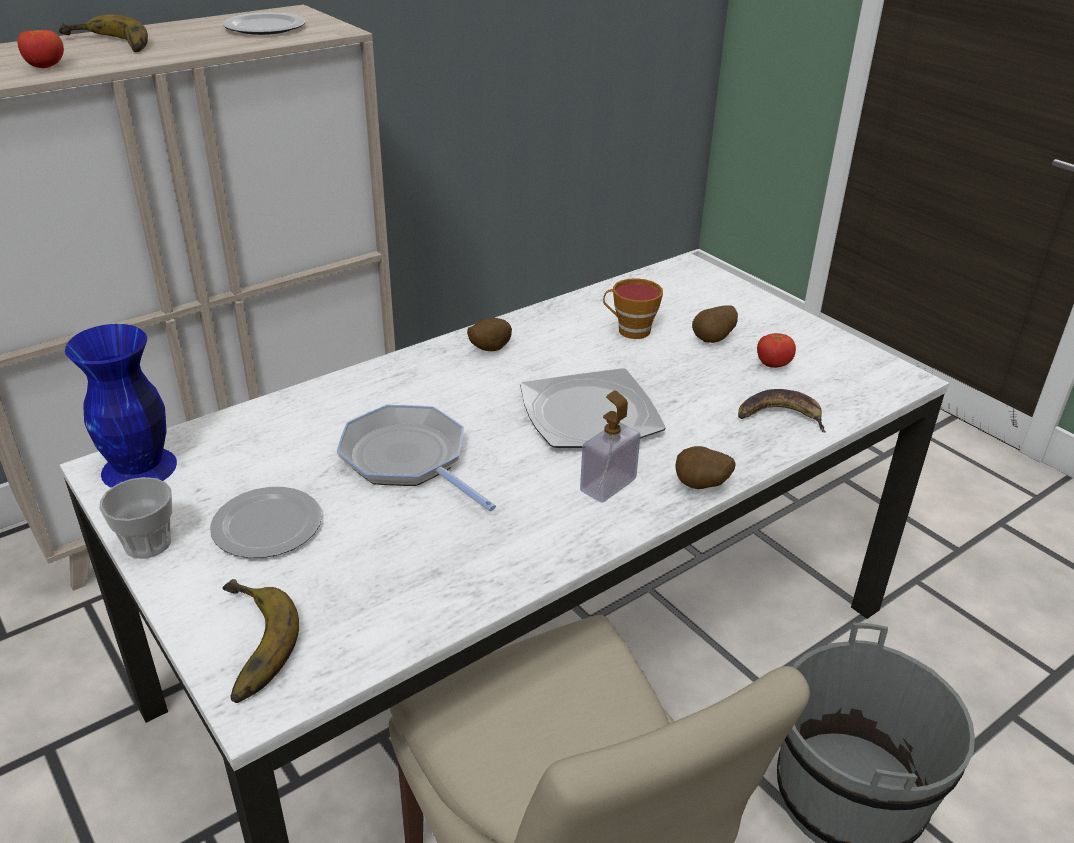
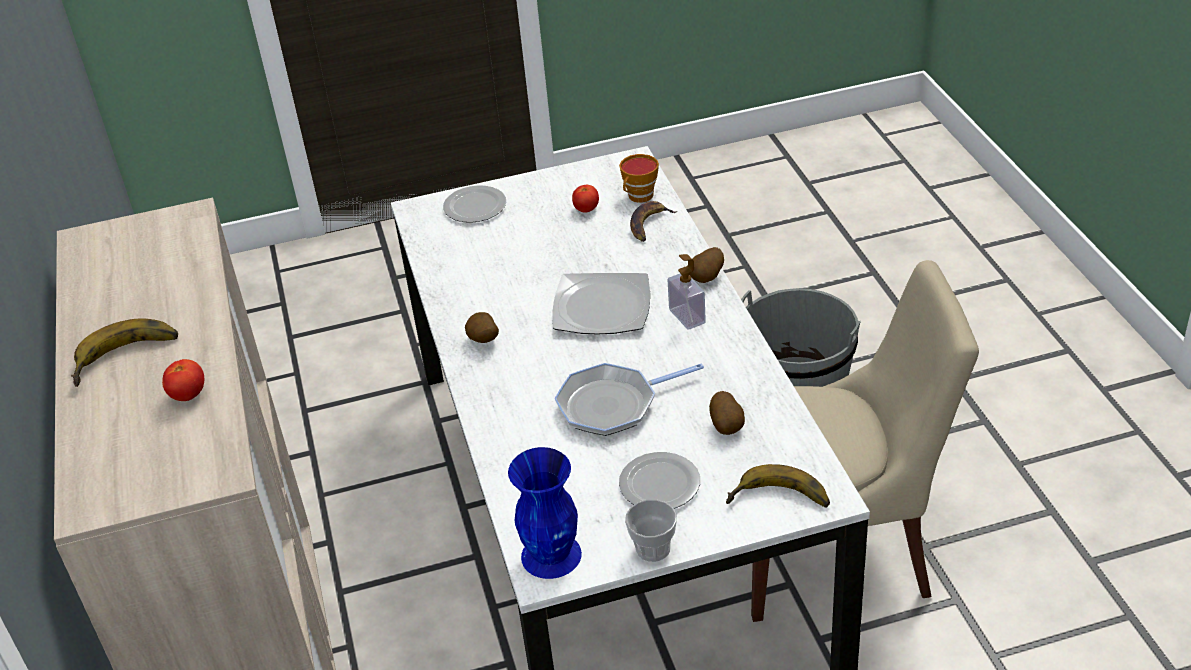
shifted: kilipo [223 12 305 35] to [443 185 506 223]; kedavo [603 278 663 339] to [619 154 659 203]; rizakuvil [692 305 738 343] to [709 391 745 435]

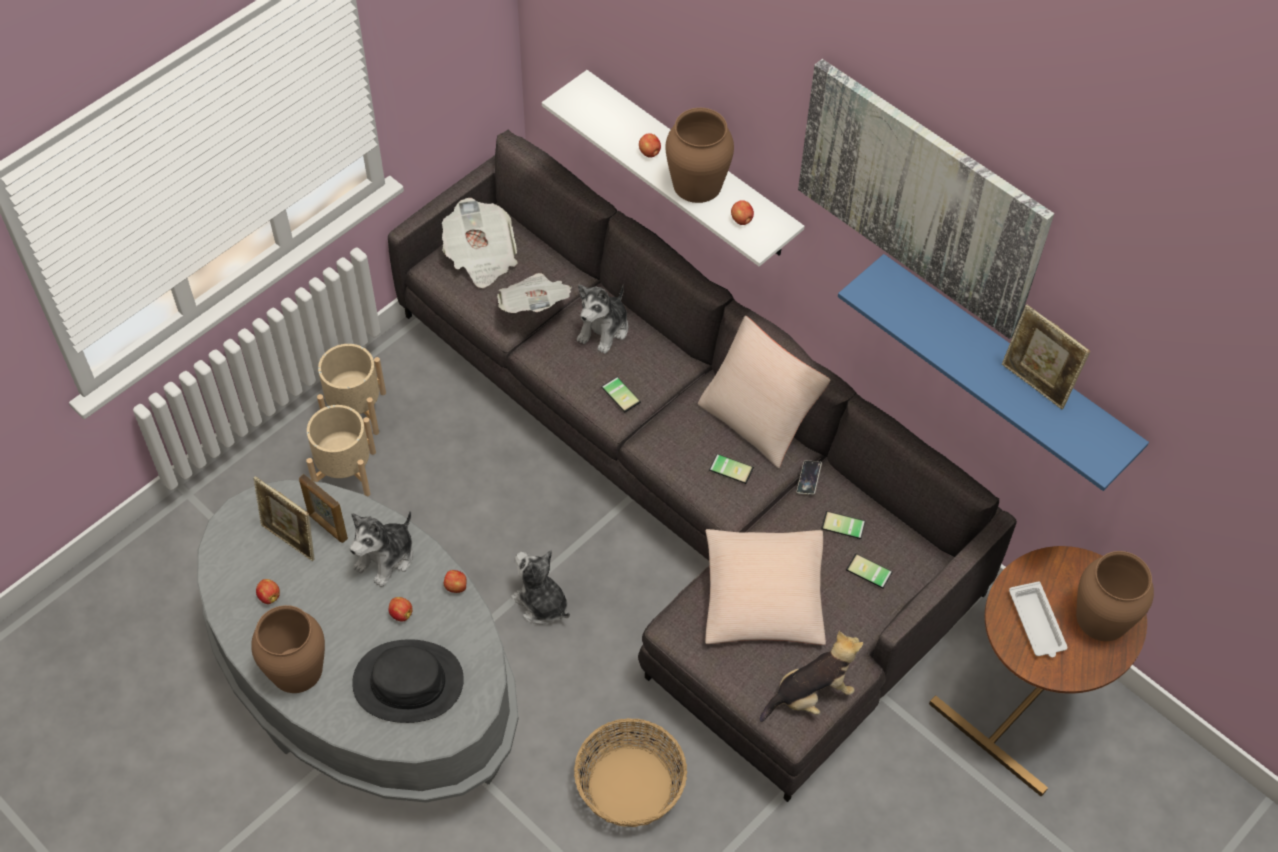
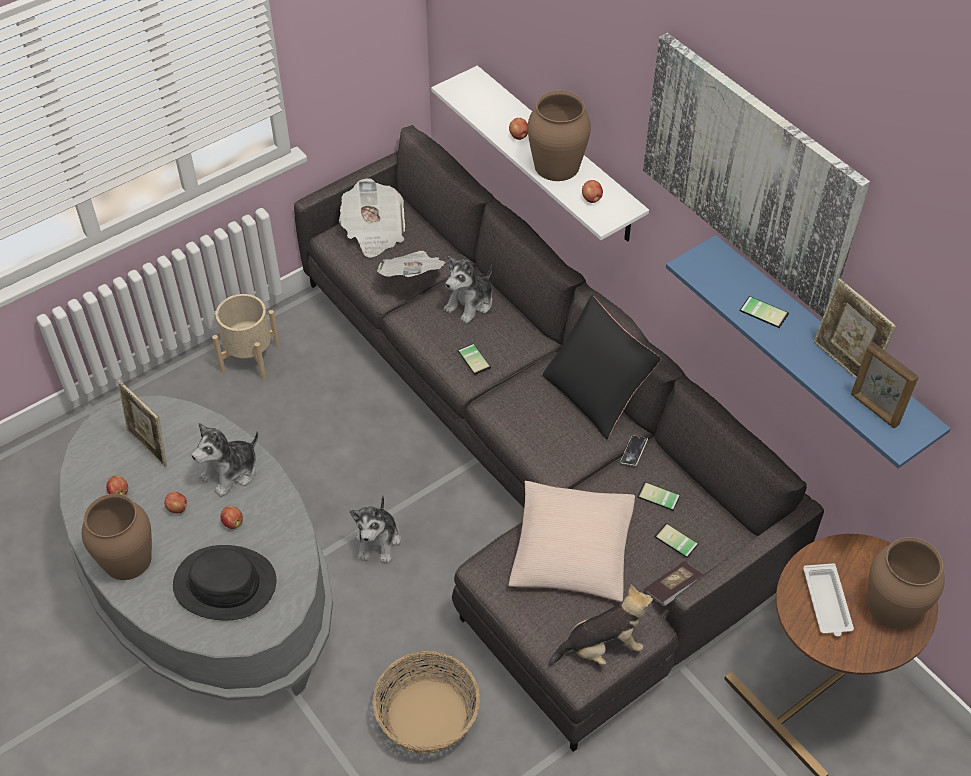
gone: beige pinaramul [306 405 376 496]
new: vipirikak [644 561 703 606]
shifted: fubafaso [299 474 348 543] to [851 342 919 428]; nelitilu [444 570 466 593] to [164 492 187 514]; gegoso [709 454 754 484] to [740 296 789 328]
repainted: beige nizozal [698 316 831 468] to black nizozal [543 295 661 439]
rotated: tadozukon [511 550 570 625] = [350 495 401 563] 135 degrees counterclockwise

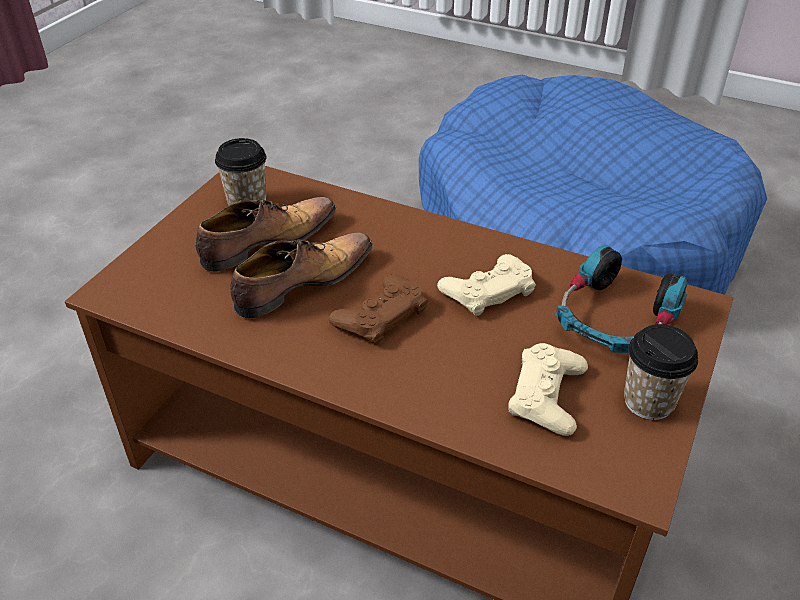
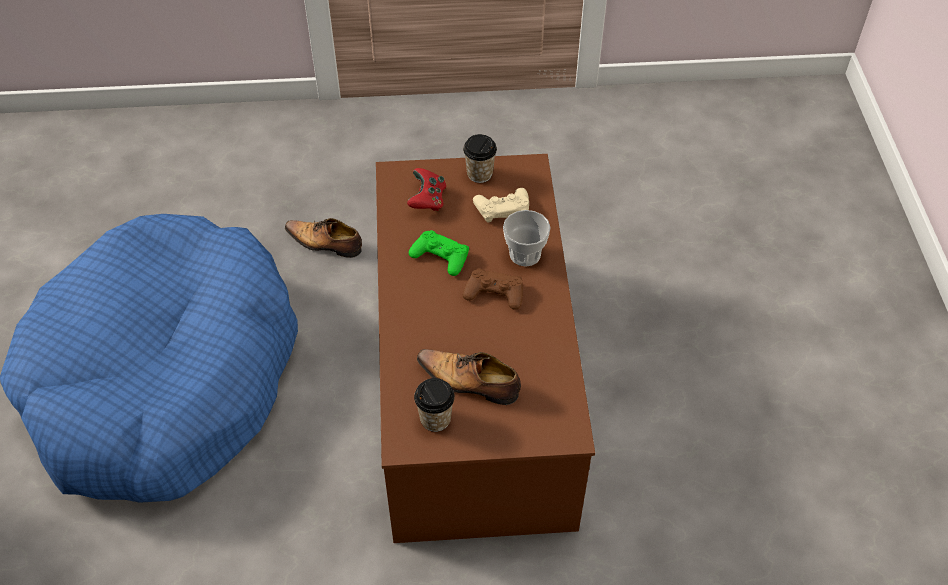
new: kedavo [503 210 551 266]
shifted: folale [230 233 373 318] to [285 218 362 258]
swapped: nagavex [556 245 688 353] to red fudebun [407 168 446 211]
repainted: beige fudebun [437 254 536 316] to green fudebun [409 230 469 276]

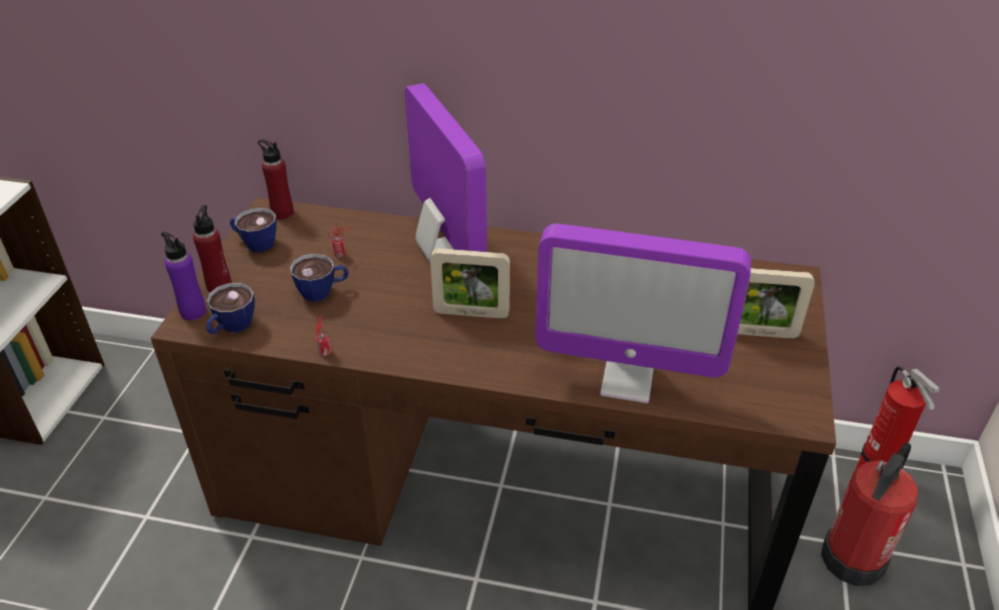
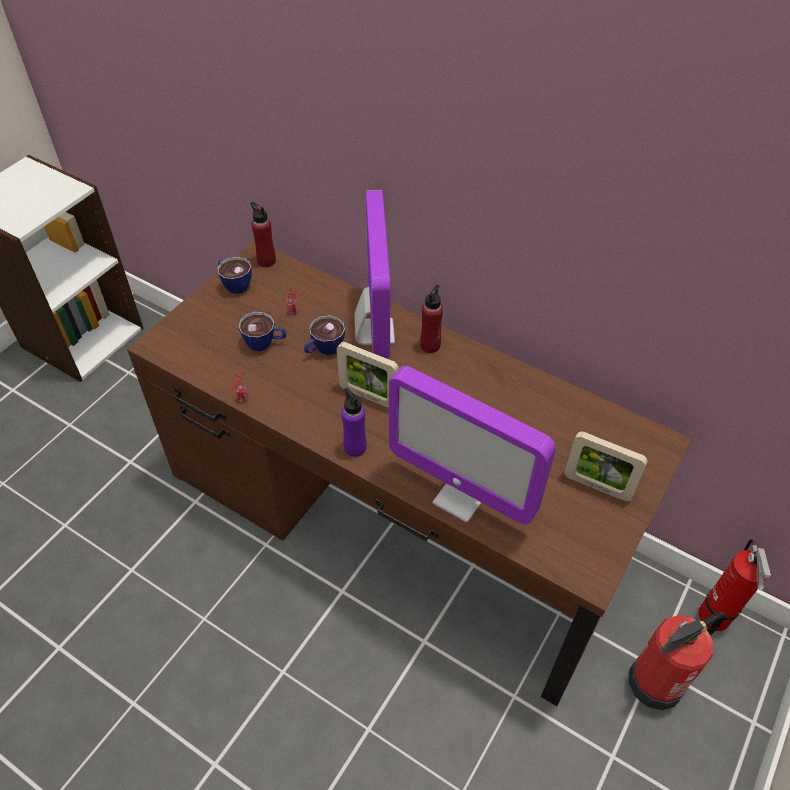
shifted: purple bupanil [161 232 206 320] to [341 388 366 457]; red bupanil [193 205 232 292] to [420 285 443 353]; kedavo [206 283 255 334] to [304 315 345 355]

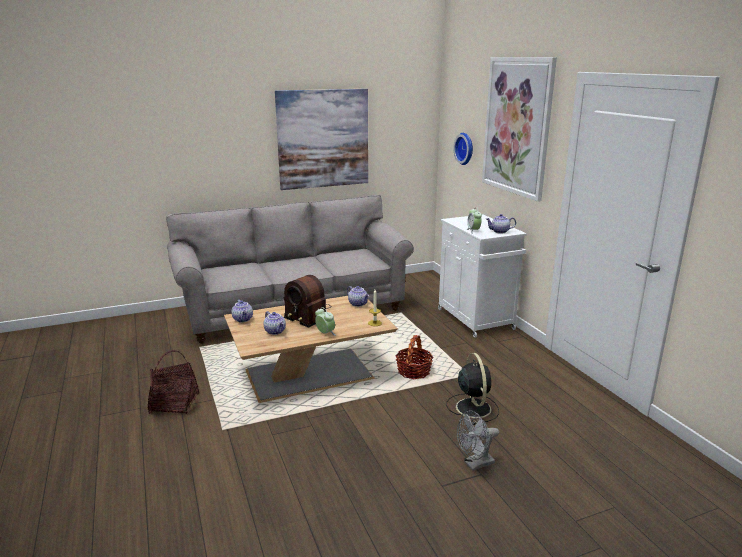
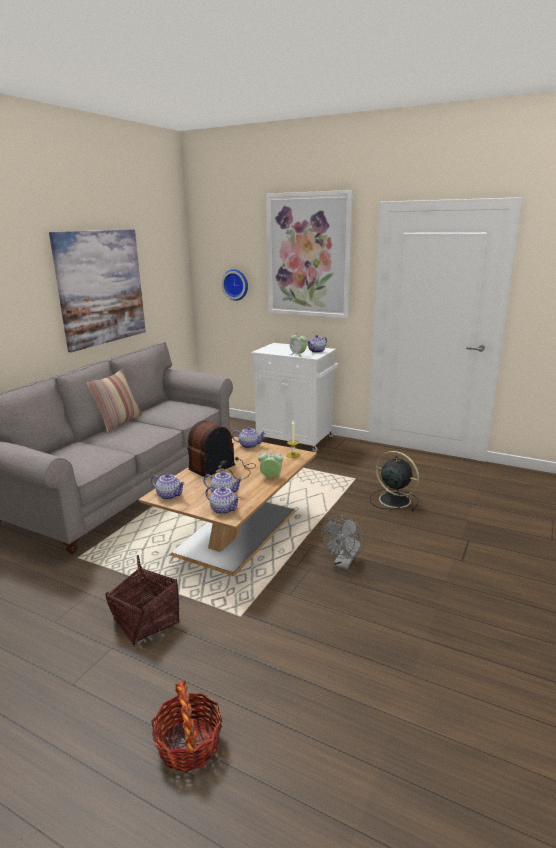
new: nizozal [87 369 142 433]; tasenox [206 487 241 514]
shifted: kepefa [396 335 434 379] to [151 680 222 773]; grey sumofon [457 410 499 471] to [321 515 364 570]
rotated: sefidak [284 275 331 328] = [187 420 256 480] 135 degrees clockwise

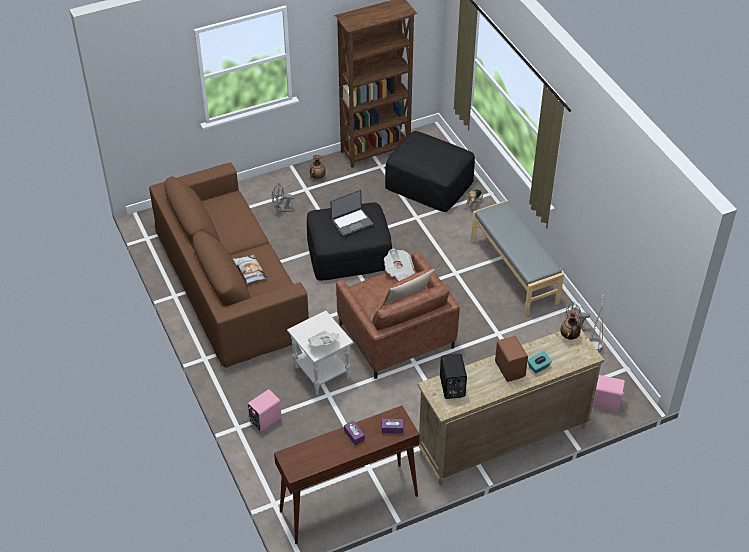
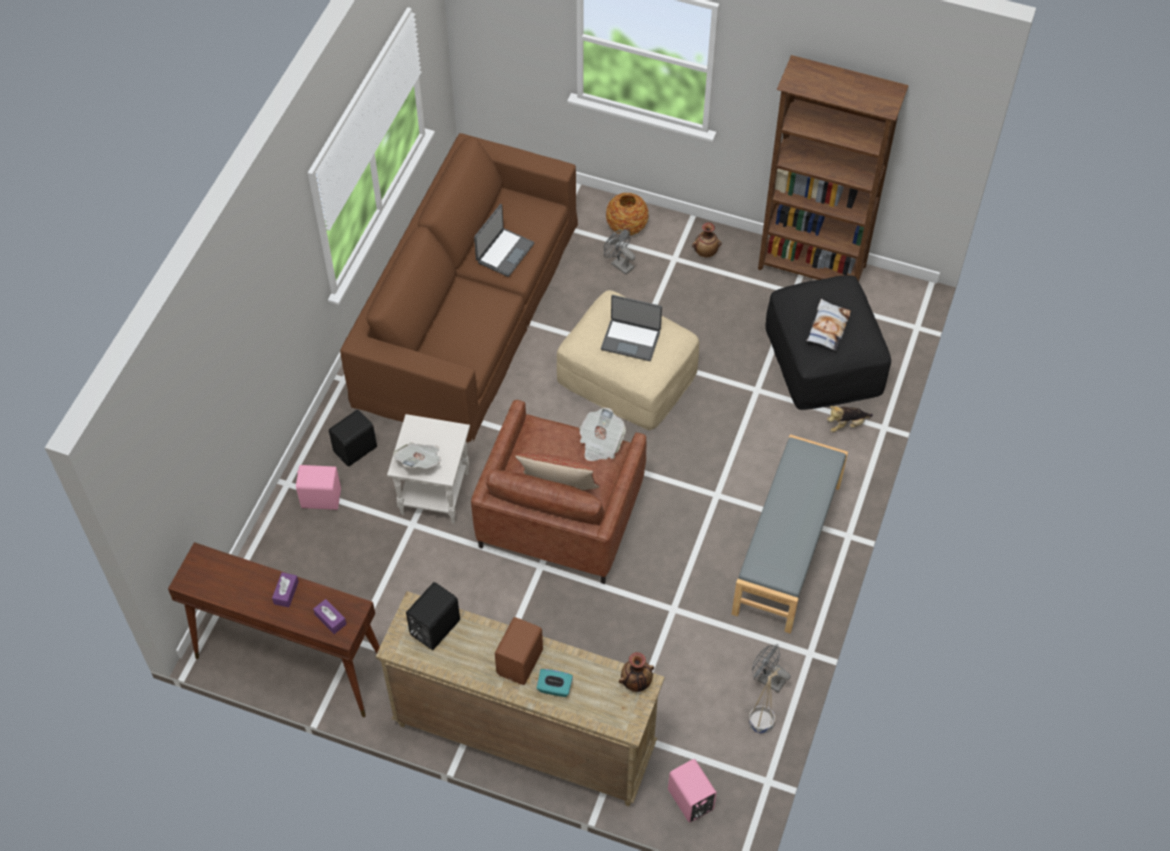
new: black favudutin [329 410 377 467]; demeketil [474 204 534 277]; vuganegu [606 193 649 235]
shifted: nizozal [233 255 267 284] to [806 299 851 351]
repainted: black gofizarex [307 203 392 281] to beige gofizarex [557 290 699 430]

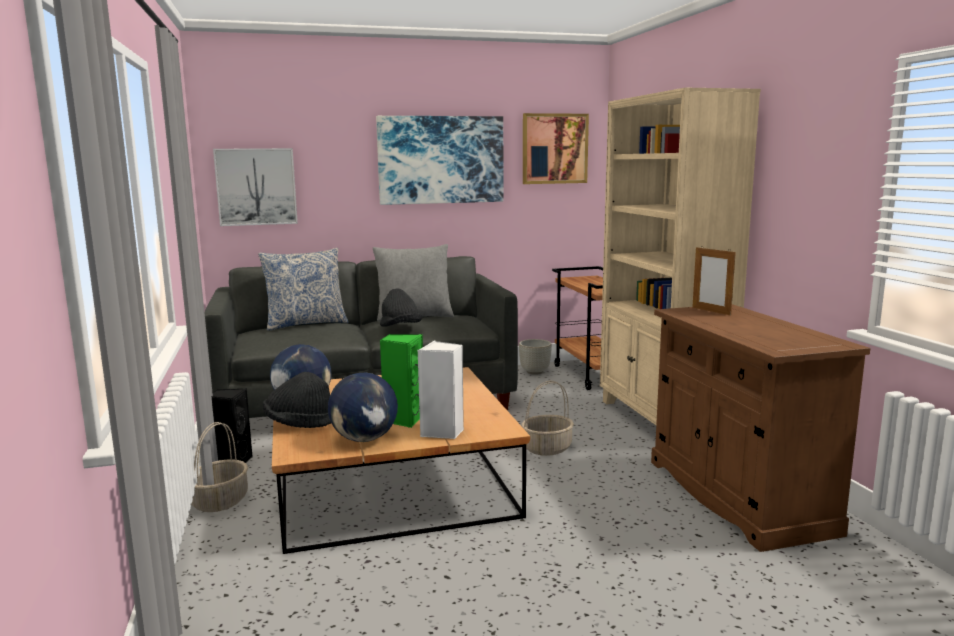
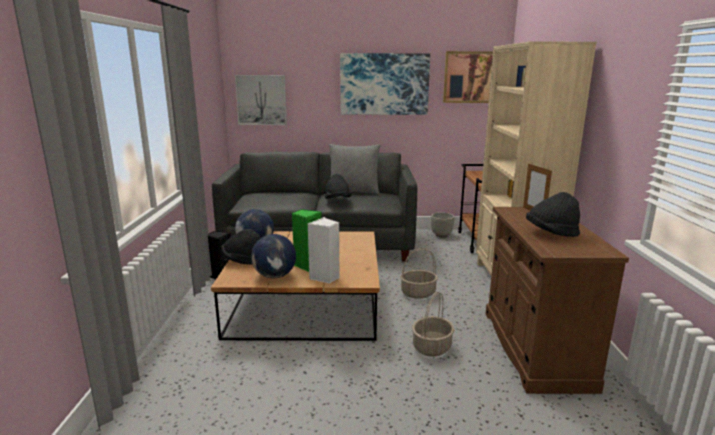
gone: nizozal [258 248 348 331]
new: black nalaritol [526 192 580 237]
shifted: kepefa [191 422 248 512] to [412 292 454 357]

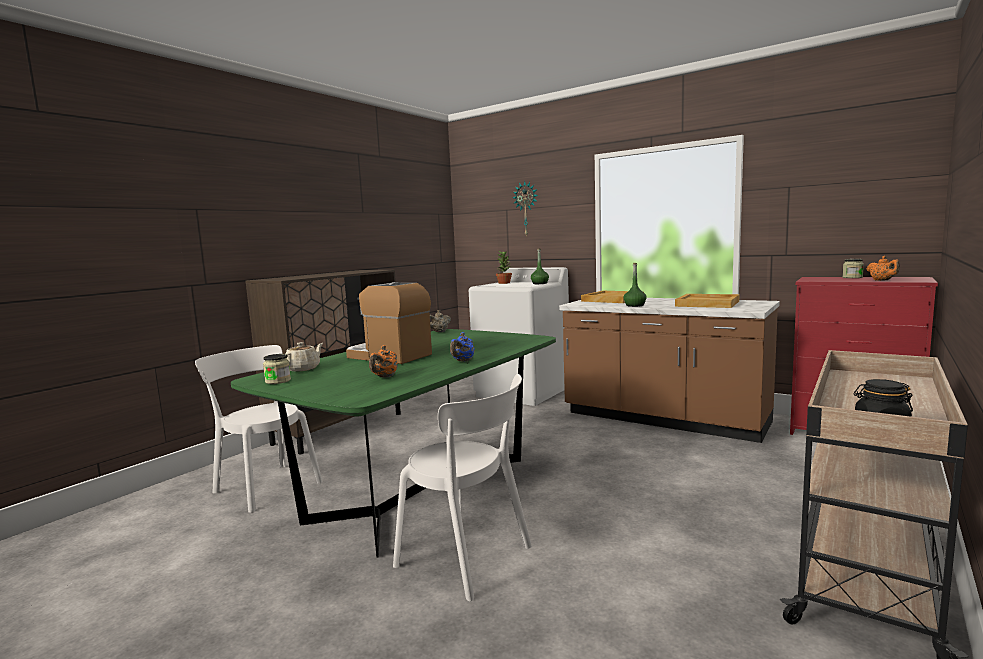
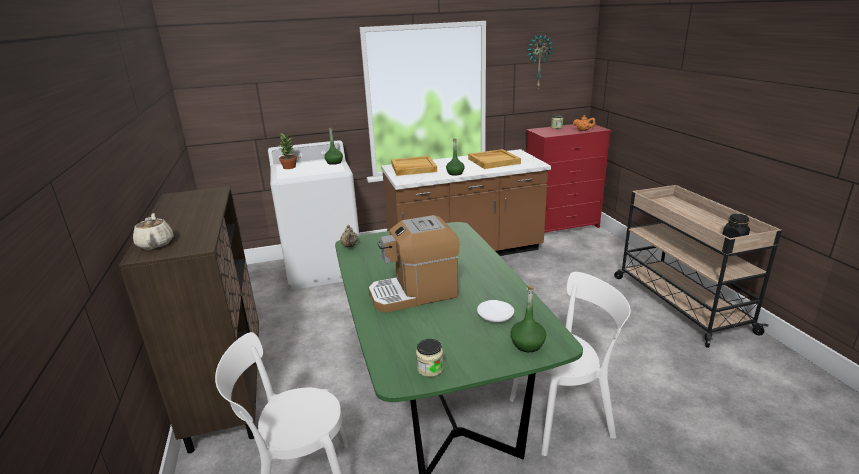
gone: blue tasenox [450 332 475 362]
new: green bupanil [510 285 546 352]
shifted: beige tasenox [286 342 323 372] to [133 213 174 249]; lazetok [513 181 538 237] to [528 34 553 88]
swapped: orange tasenox [369 345 398 378] to white kilipo [477 300 514 322]

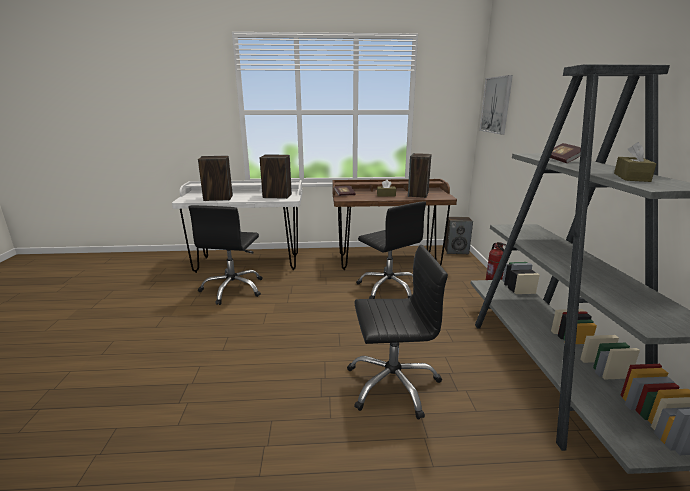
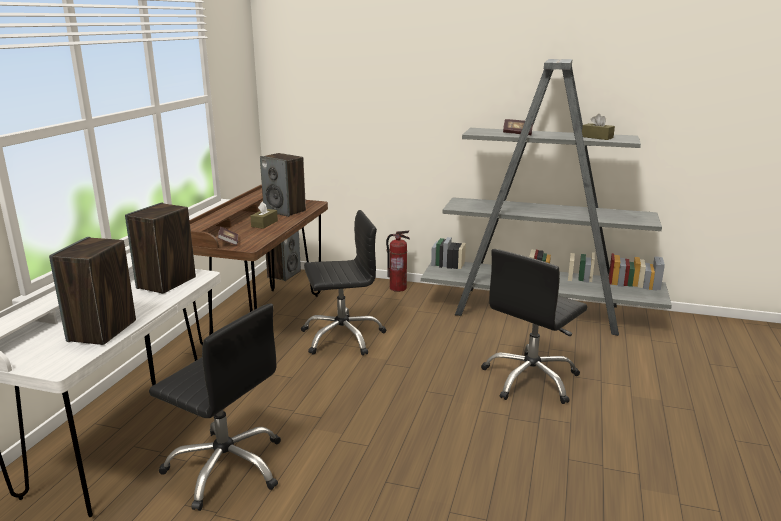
gone: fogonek [479 75 513 134]
rotated: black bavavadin [347 245 448 420] = [481 249 587 404] 150 degrees counterclockwise

